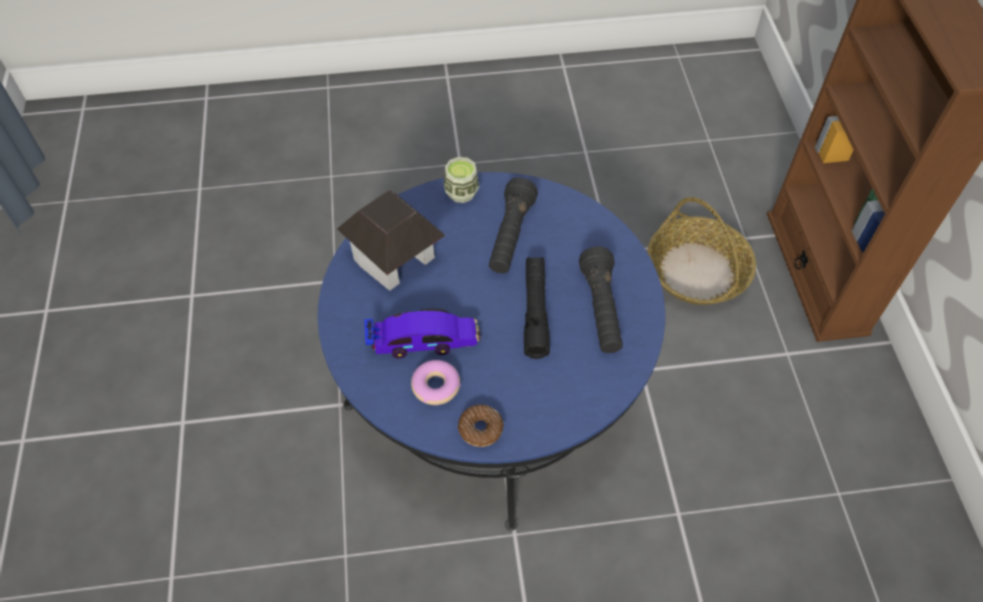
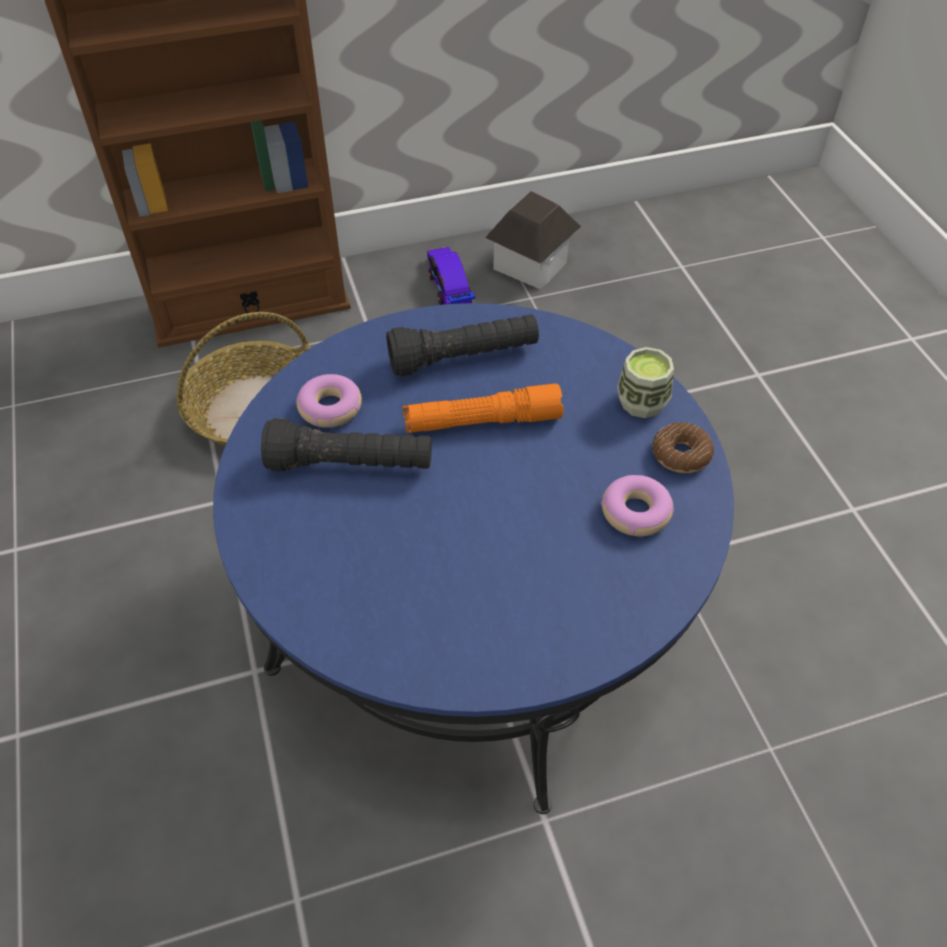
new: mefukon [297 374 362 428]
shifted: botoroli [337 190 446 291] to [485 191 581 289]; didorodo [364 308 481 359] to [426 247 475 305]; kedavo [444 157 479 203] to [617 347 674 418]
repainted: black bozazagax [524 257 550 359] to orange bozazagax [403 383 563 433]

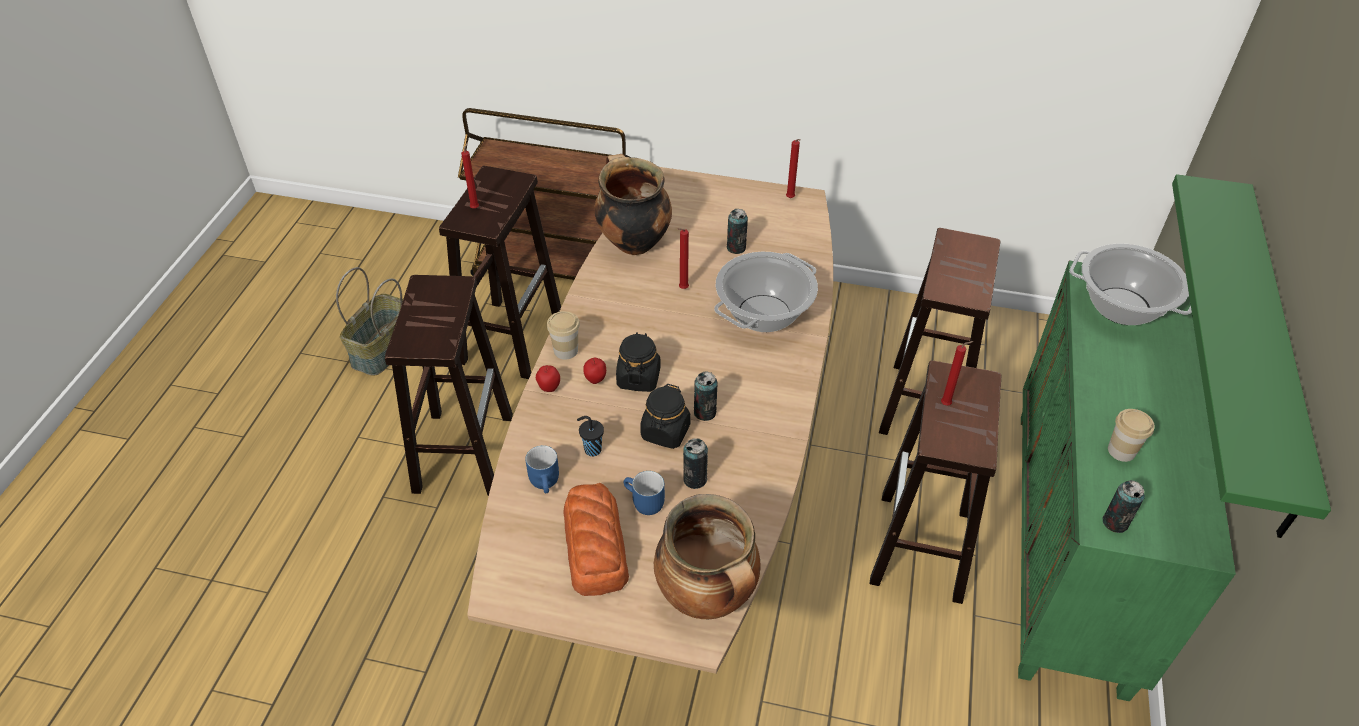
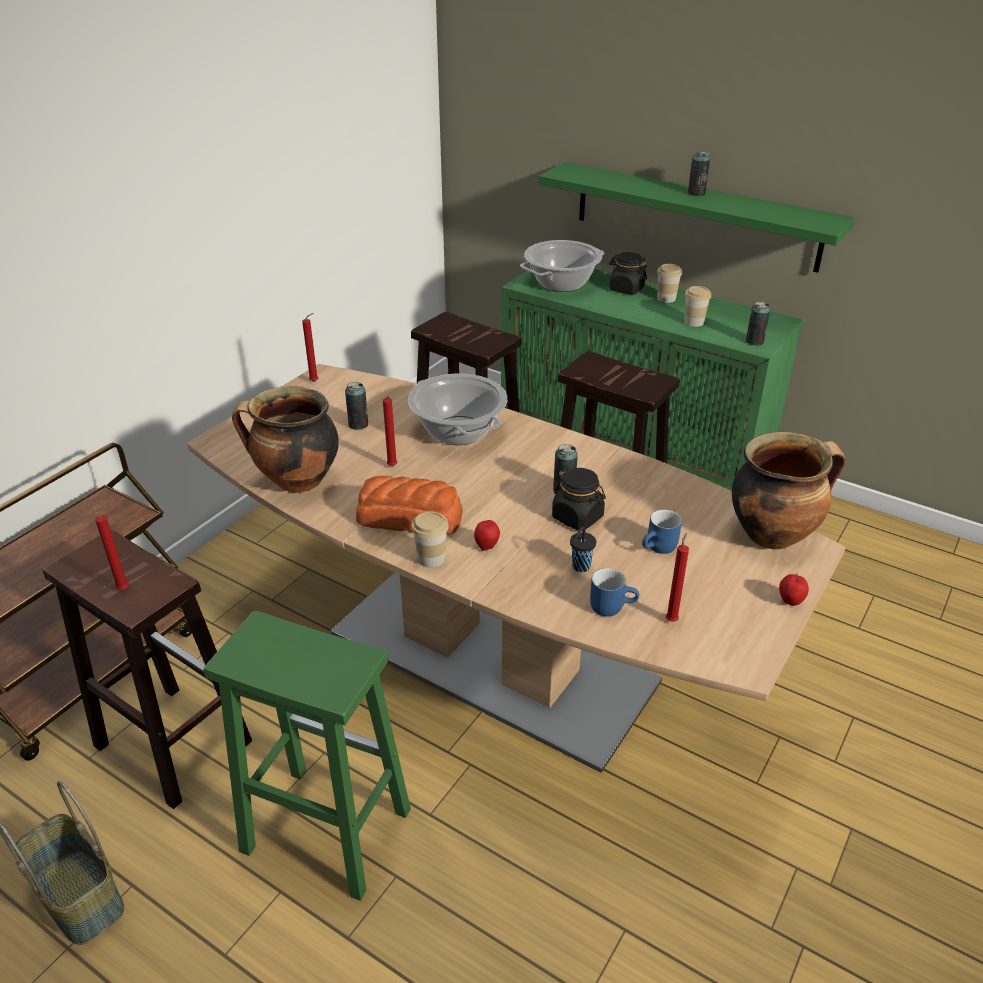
new: kedavo [657 264 682 303]
shifted: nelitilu [536 365 560 392] to [779 573 809 606]; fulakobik [563 483 629 596] to [356 476 463 534]; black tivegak [616 332 660 392] to [609 252 647 295]; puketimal [683 438 708 489] to [688 151 710 196]; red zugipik [941 341 974 406] to [666 532 689 622]
repainted: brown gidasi [385 275 513 496] to green gidasi [204 611 411 901]

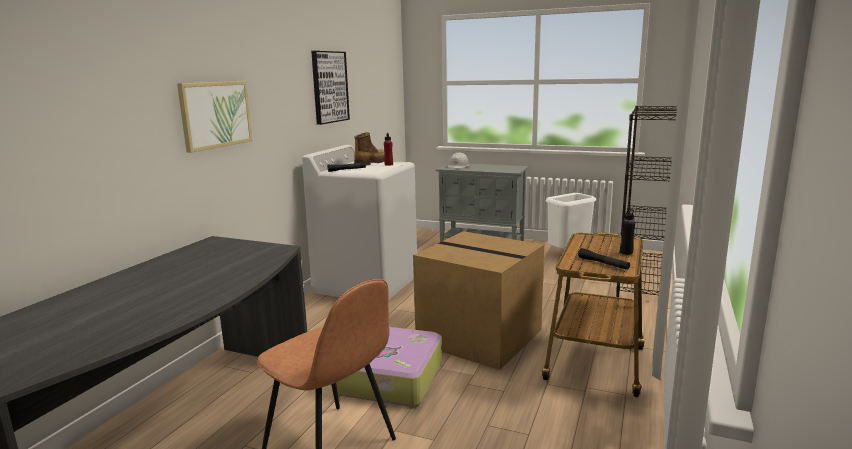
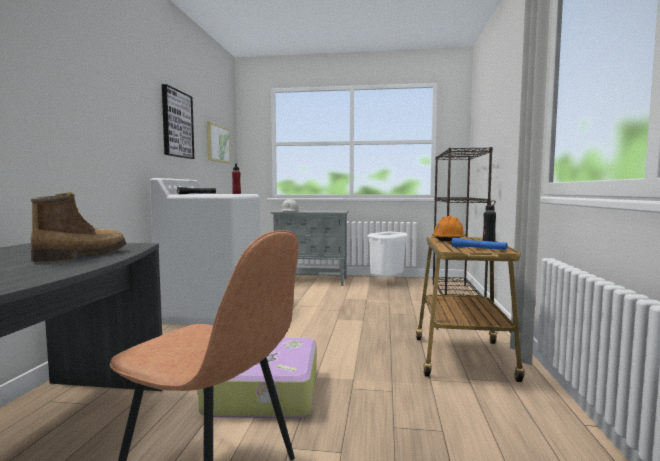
gone: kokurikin [413 231 544 370]
new: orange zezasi [432 216 466 242]
shifted: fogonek [177 81 252 153] to [207 121 231 164]; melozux [354 132 384 165] to [31 192 126 262]
repainted: black bozazagax [578 248 630 270] to blue bozazagax [451 238 507 250]

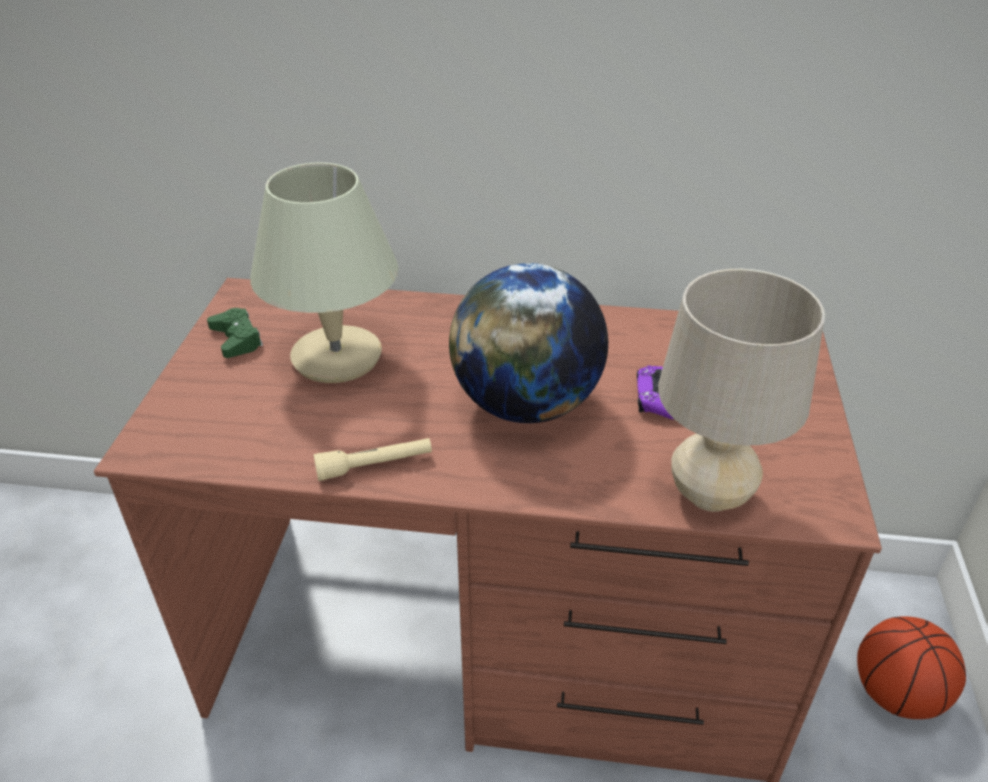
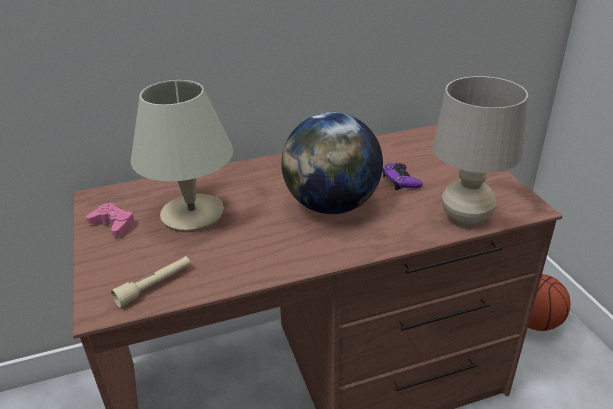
shifted: beige bozazagax [313 438 432 481] to [111 256 191 308]
repainted: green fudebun [207 308 263 358] to pink fudebun [86 203 136 237]

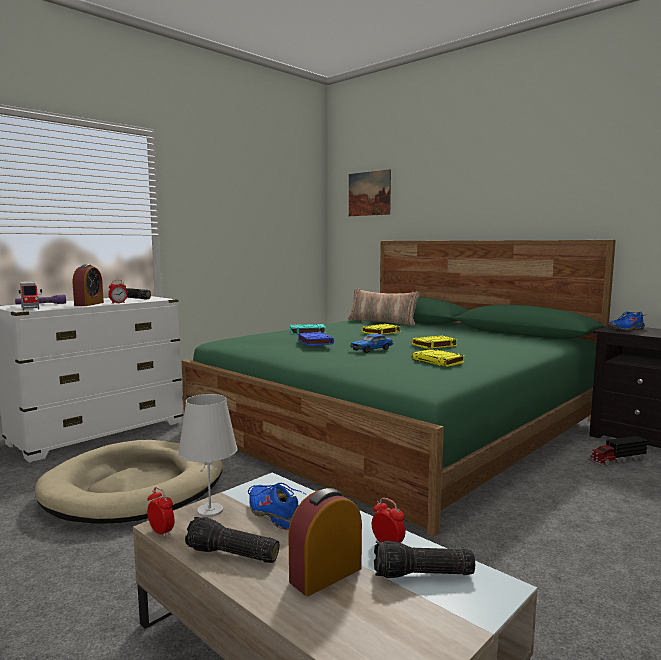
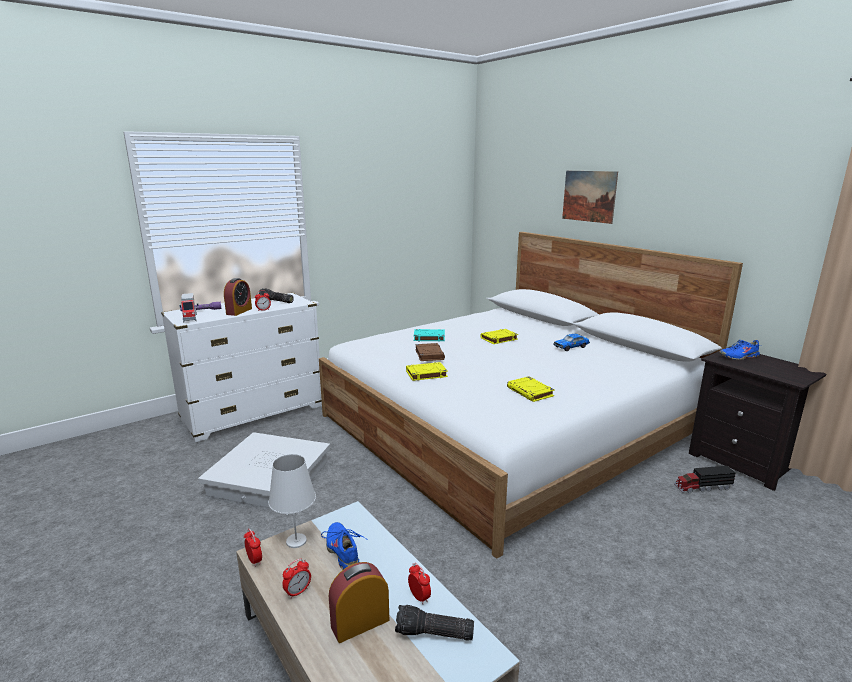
gone: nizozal [348 288 419 326]
shifted: fogonek [349 169 391 216] to [562 171 618 224]; didorodo [350 334 393 353] to [553 334 590 351]; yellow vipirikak [411 336 458 349] to [406 362 448 381]
swapped: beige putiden [35 440 223 524] to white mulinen [198 432 330 508]; bozazagax [185 517 279 563] to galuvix [282 559 311 599]
repainted: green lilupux [182 240 616 536] to white lilupux [319 232 743 559]; blue vipirikak [297 332 334 346] to brown vipirikak [416 343 445 361]

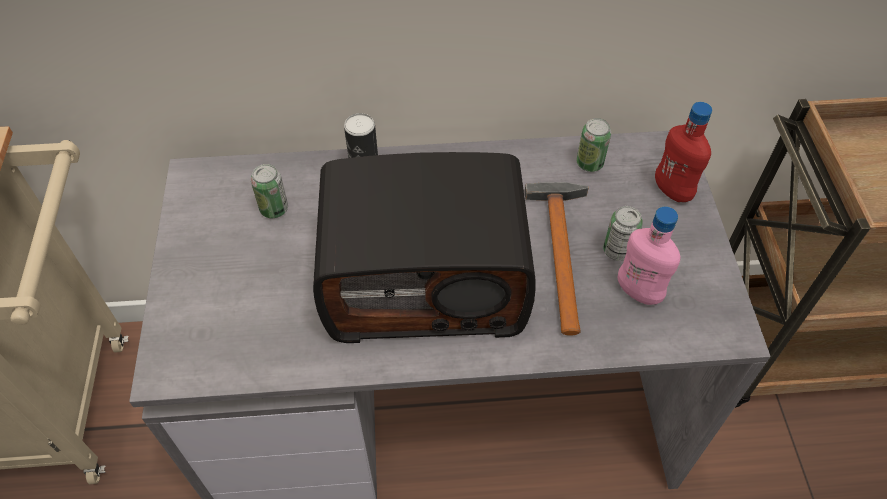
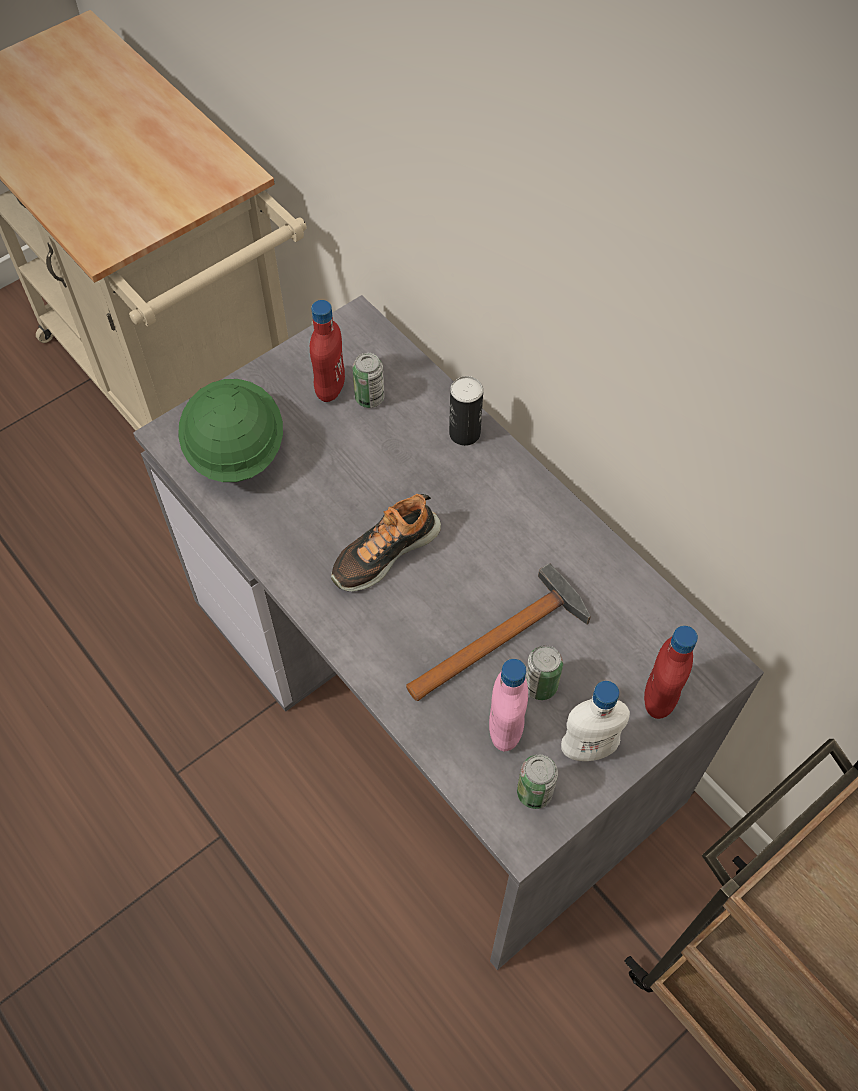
new: green zezasi [178 379 283 482]; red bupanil [310 300 345 402]; white bupanil [561 681 630 761]
shifted: puketimal [576 118 611 172] to [517 754 558 809]
swapped: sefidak [313 152 536 343] to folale [331 494 441 591]

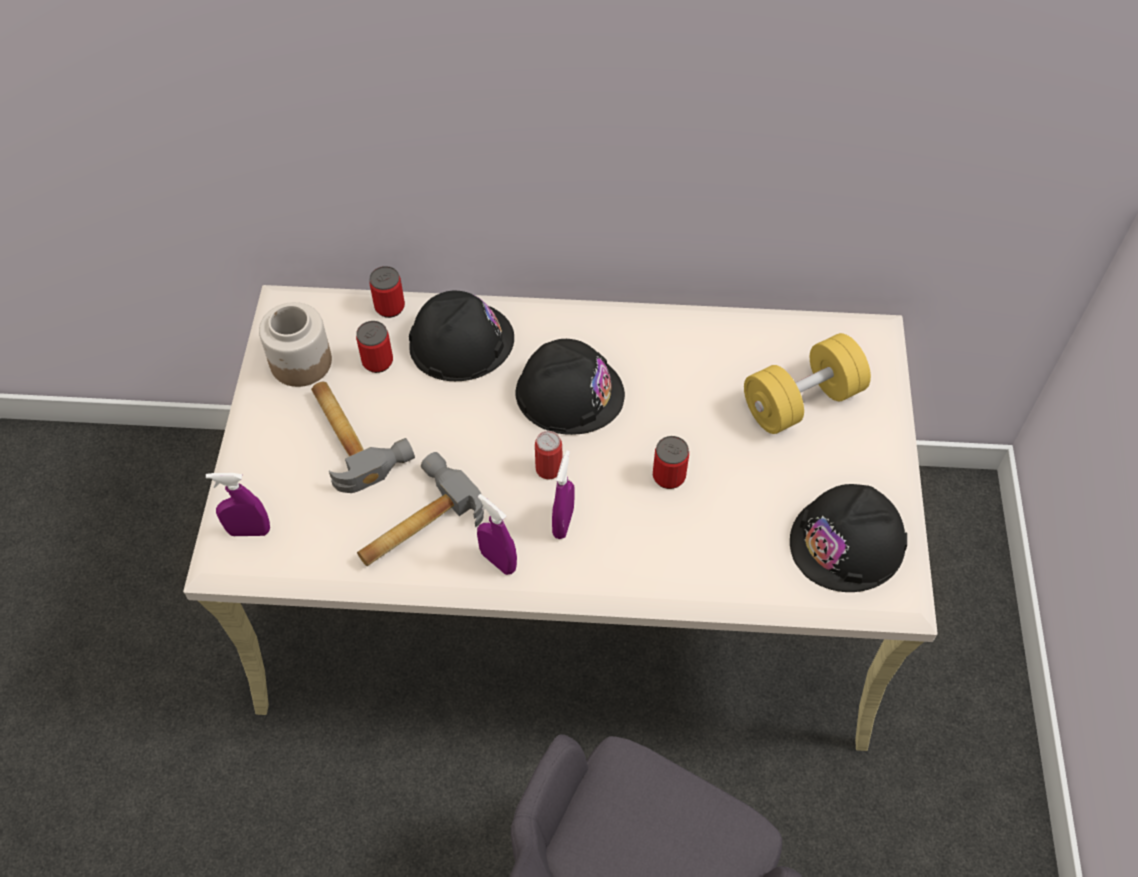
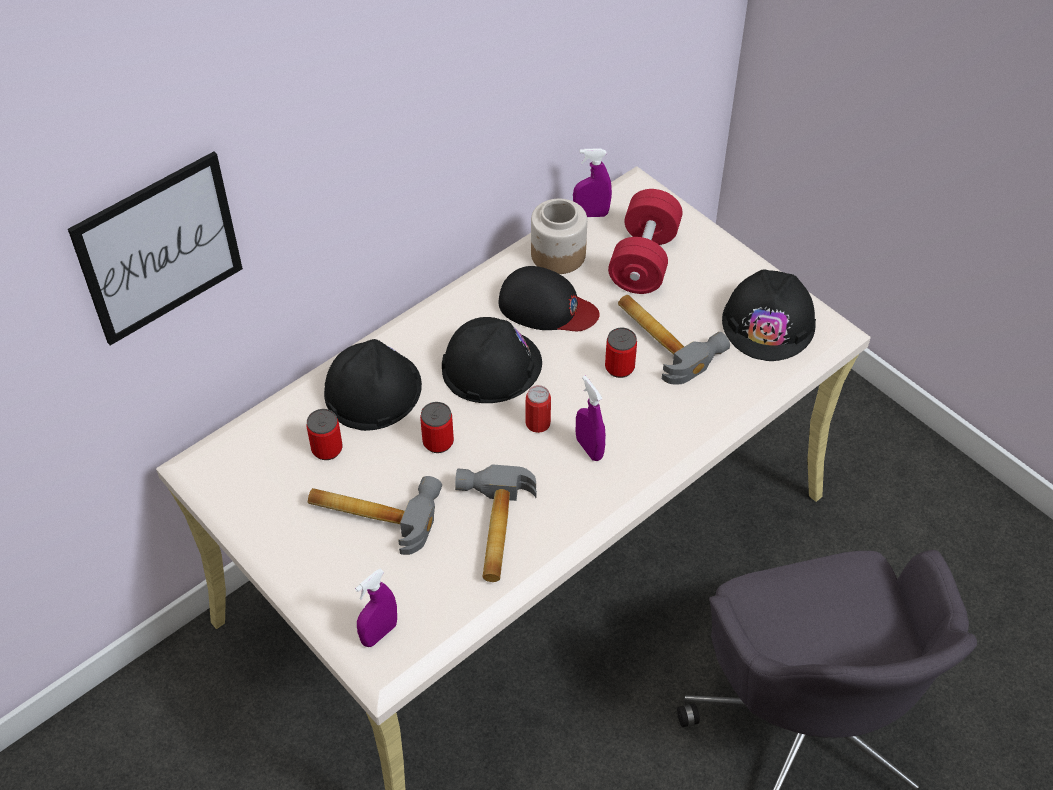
new: fogonek [68 152 243 345]; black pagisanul [499 266 600 331]; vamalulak [618 295 730 384]
shifted: tivegak [259 302 332 387] to [531 199 587 274]; puketimal [369 266 405 318] to [420 402 454 453]; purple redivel [477 494 517 575] to [573 149 612 217]
repainted: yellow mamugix [744 333 871 434] to red mamugix [608 189 682 294]

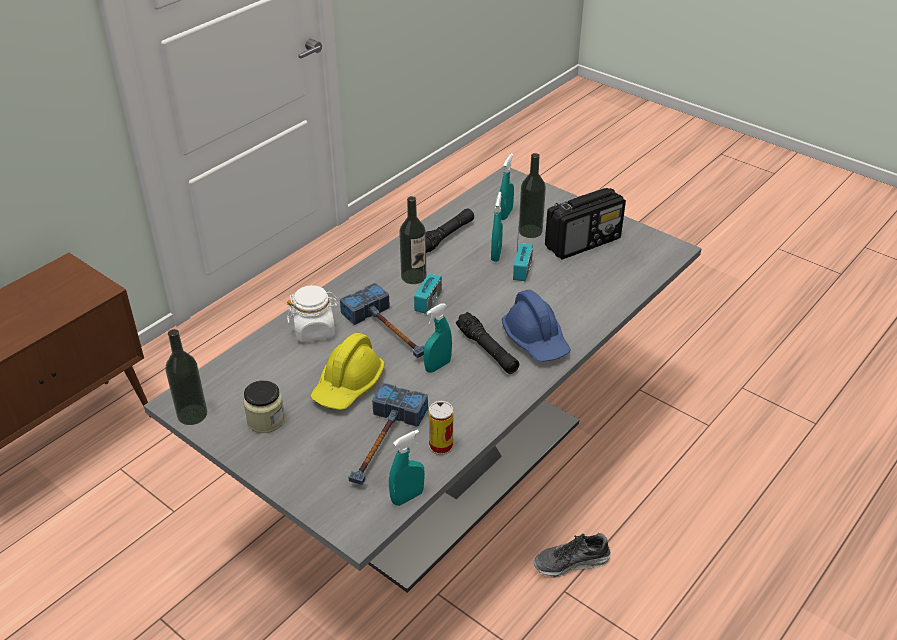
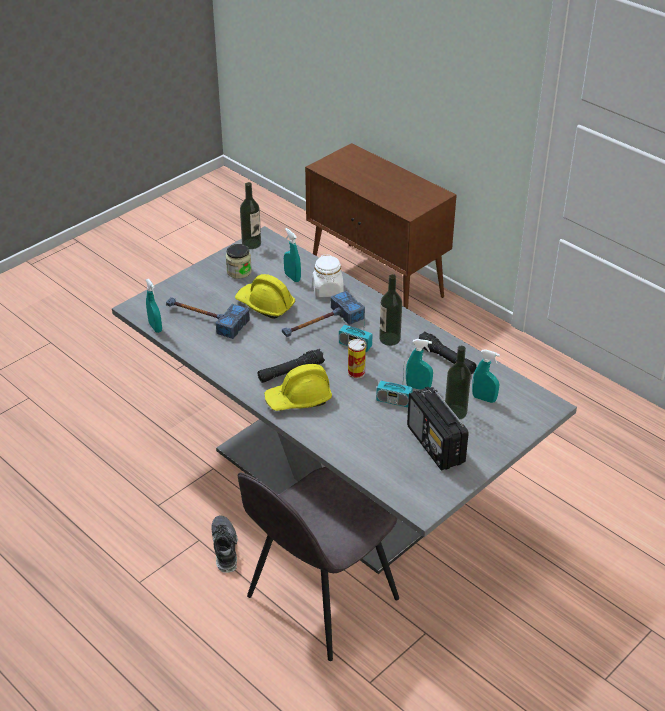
new: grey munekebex [238 467 399 661]
shifted: turquoise redivel [424 303 452 373] to [284 228 301 282]; puketimal [429 401 453 455] to [348 339 366 379]
repainted: blue zezasi [502 290 571 362] to yellow zezasi [264 364 332 411]

